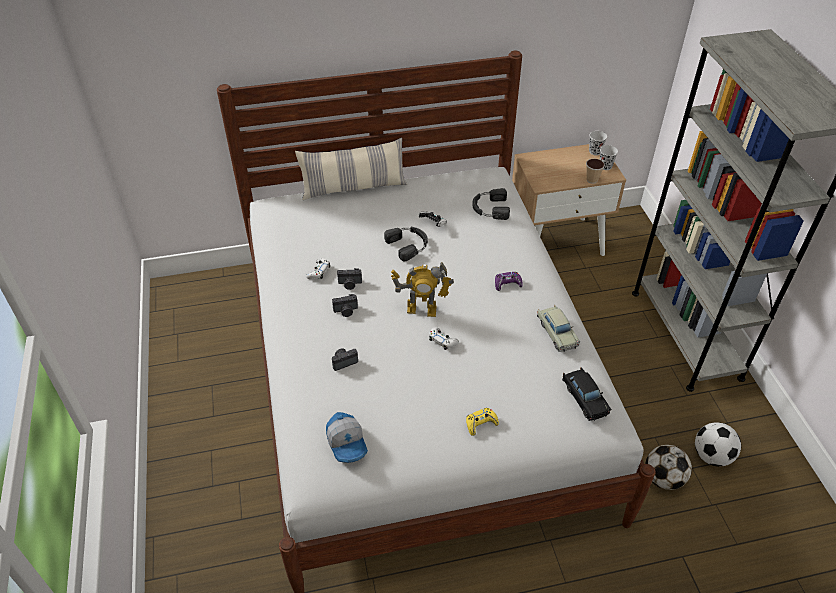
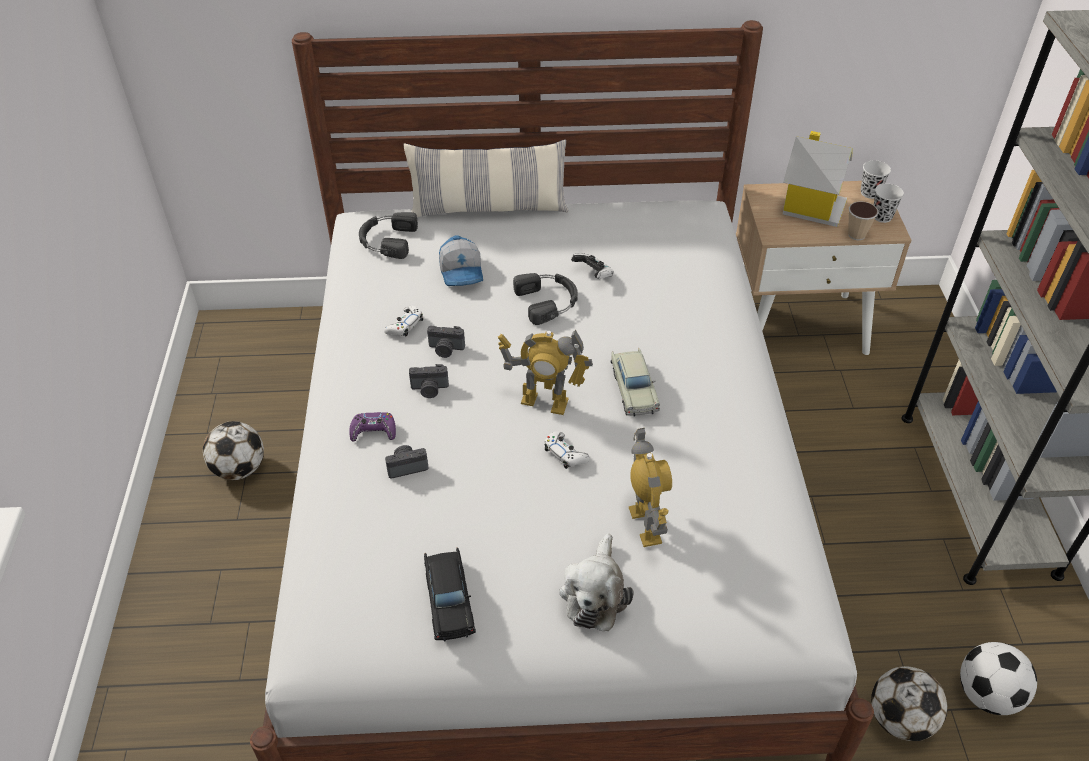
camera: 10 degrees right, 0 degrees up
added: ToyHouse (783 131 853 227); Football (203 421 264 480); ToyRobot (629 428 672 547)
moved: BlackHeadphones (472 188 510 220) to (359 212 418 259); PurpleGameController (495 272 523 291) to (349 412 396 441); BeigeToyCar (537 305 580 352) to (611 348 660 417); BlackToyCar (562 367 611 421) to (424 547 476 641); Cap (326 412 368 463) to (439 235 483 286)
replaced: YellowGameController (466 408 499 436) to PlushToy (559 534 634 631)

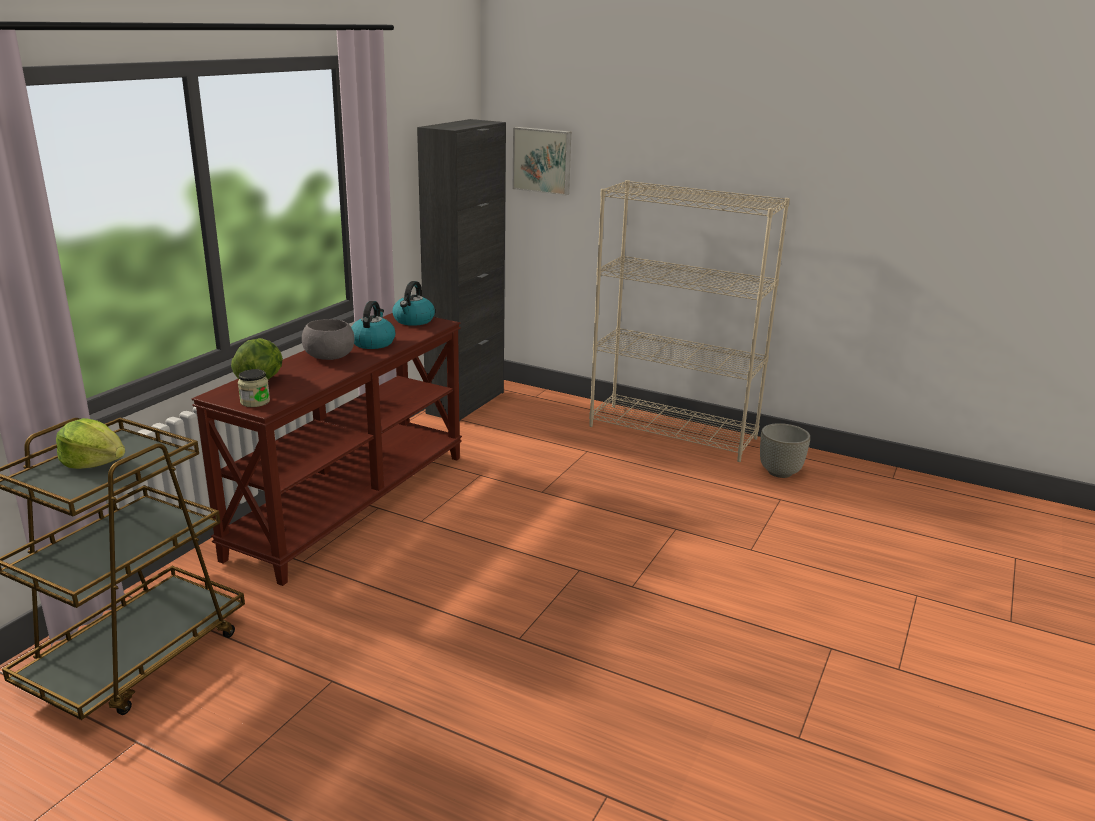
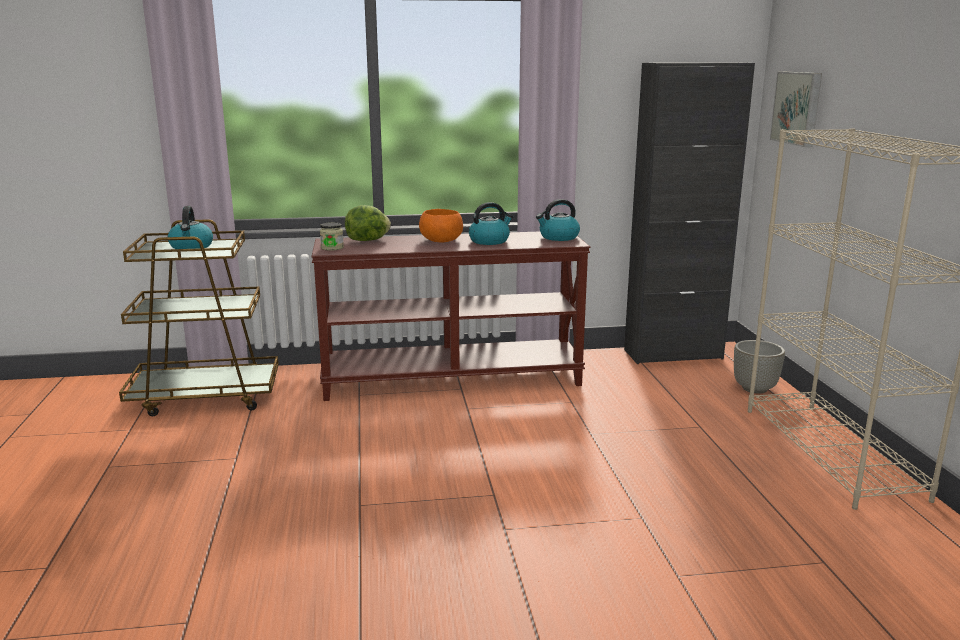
camera: 55 degrees right, 5 degrees down
moved: GreyPlanter (760 423 810 478) to (734 340 785 394)
replaced: Lettuce (56 418 125 469) to Kettle (168 206 213 249)
recoloured: GreyBowl (302 319 355 360) to OrangeBowl (419 209 463 242)

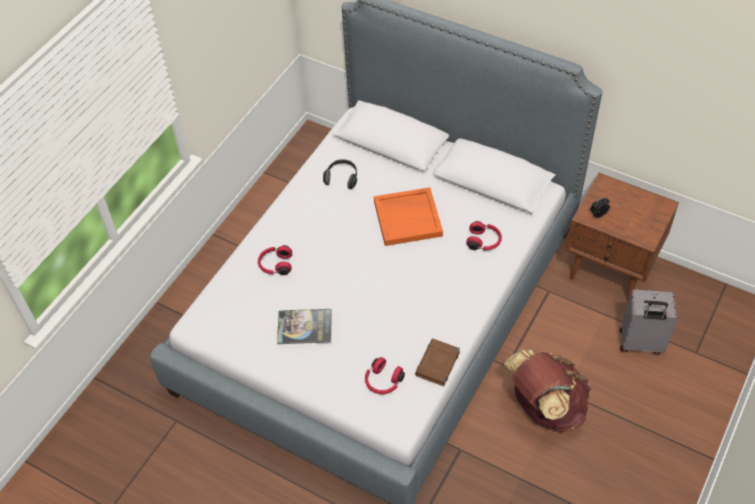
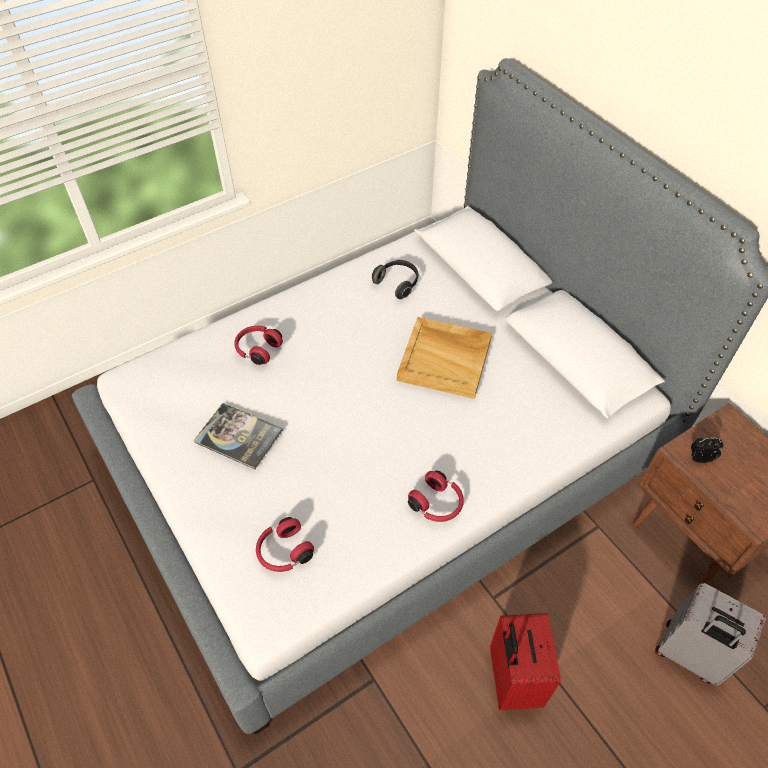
camera: 25 degrees right, 0 degrees up
removed: BrownBook (415 339 460 386)
moved: RedHeadphones (466 221 502 250) to (408 470 464 522)
replaced: BrownBackpack (504 350 591 432) to RedSuitcase (490 613 561 710)
recoloured: OrangeTray (374 187 443 246) to BeigeTray (397 317 492 399)

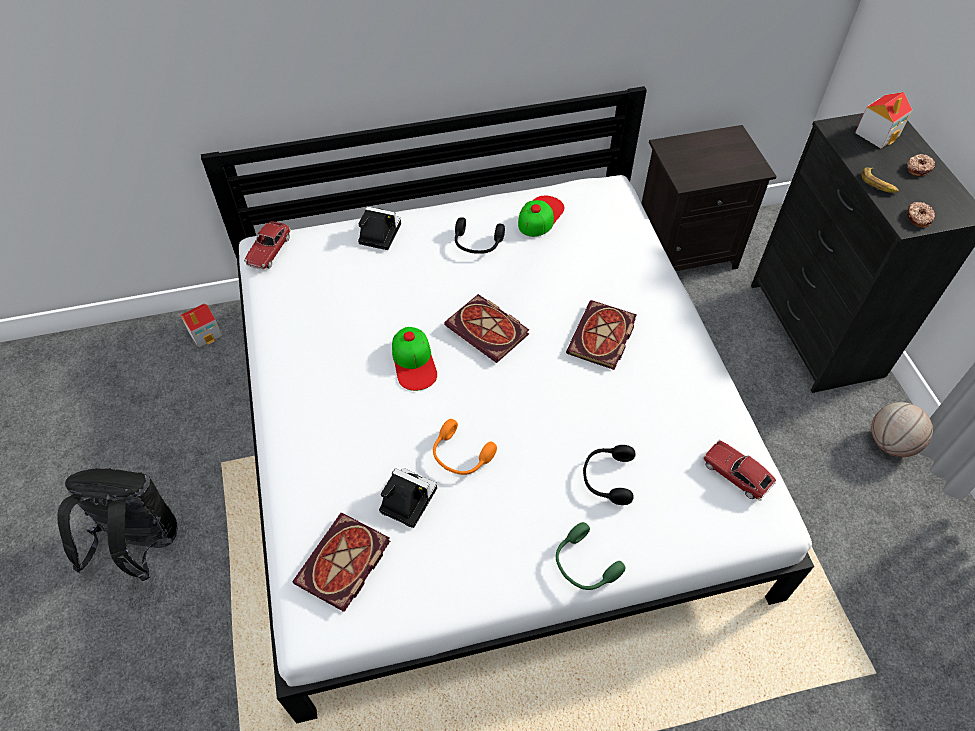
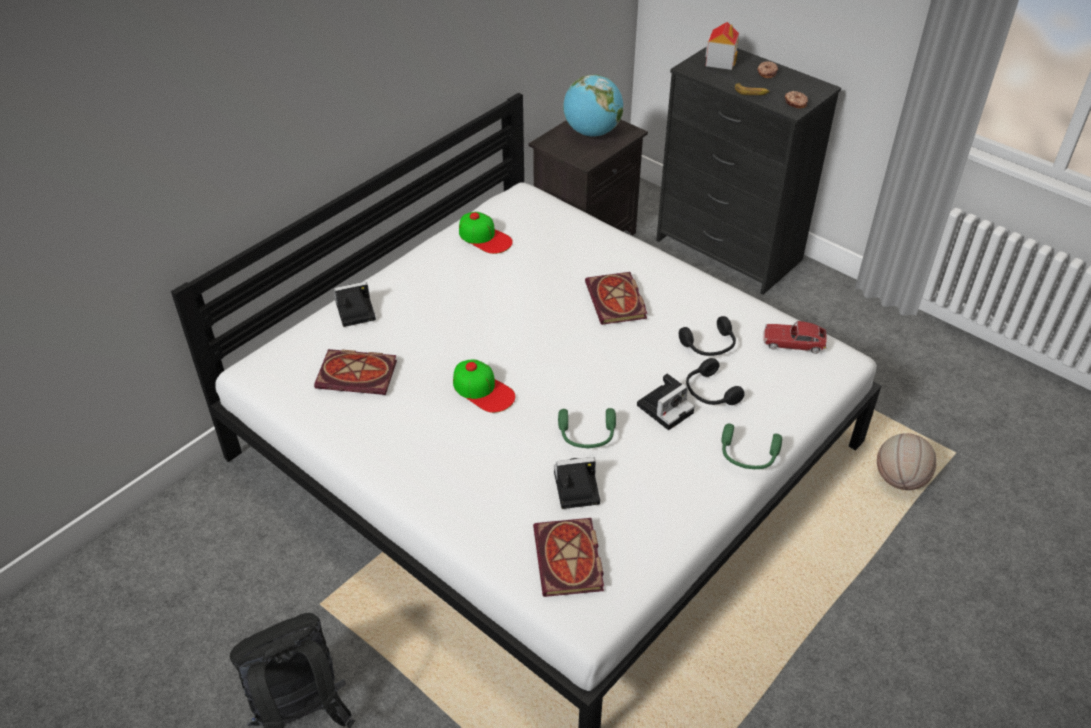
camera: 35 degrees left, 10 degrees down
removed: ToyCar (244 221 291 270); ToyHouse (180 303 222 348)
added: Globe (563 75 623 137); PhotoCamera (637 374 695 430)
moved: BlackHeadphones (455 217 505 254) to (679 316 736 356); Book (444 294 529 363) to (314 349 397 395); Basketball (871 402 933 457) to (877 433 937 490)
recoloured: OrangeHeadphones (433 419 497 475) to GreenHeadphones (558 408 616 448)
turned: Cap (518 196 564 237) = (459 212 513 254) 135 degrees clockwise

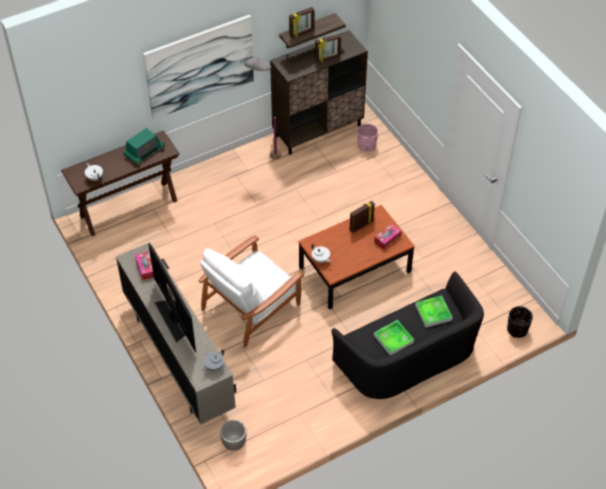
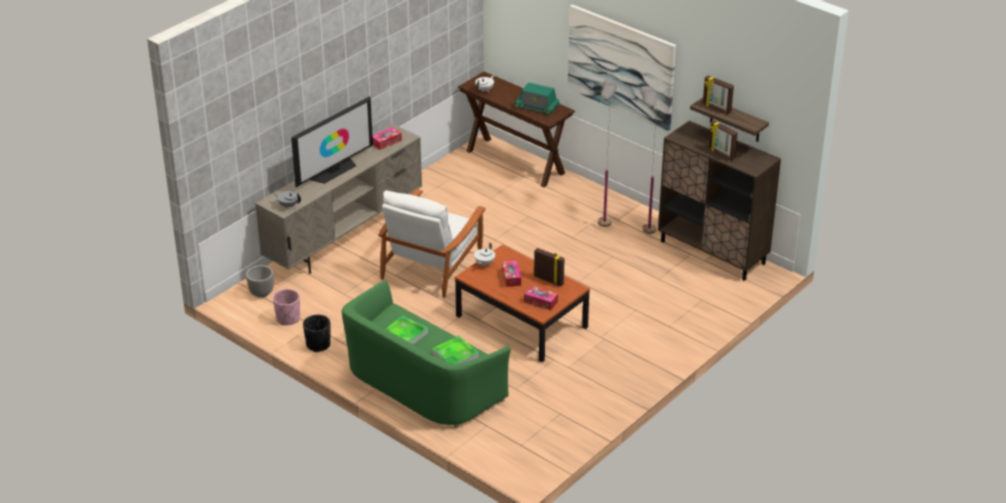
camera: 70 degrees right, 15 degrees down
added: GreyFloorLamp (598 79 617 227); TissueBox (502 260 521 287)
moved: PinkPlanter (357 123 378 152) to (273 289 300 325); BlackPlanter (507 306 533 338) to (303 315 330 352)
recoloured: BlackSofa (331 271 484 399) to GreenSofa (342 280 511 428)
turned: WhiteArmchair (198 236 304 348) = (378 189 485 298) 90 degrees counterclockwise

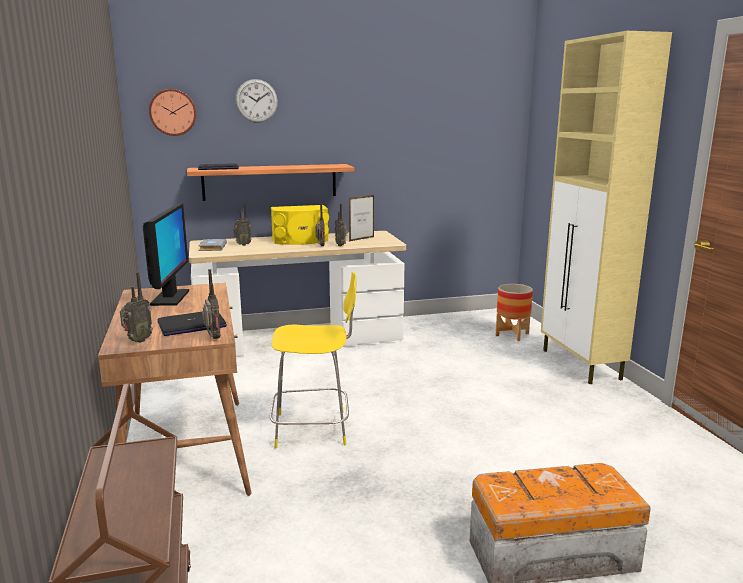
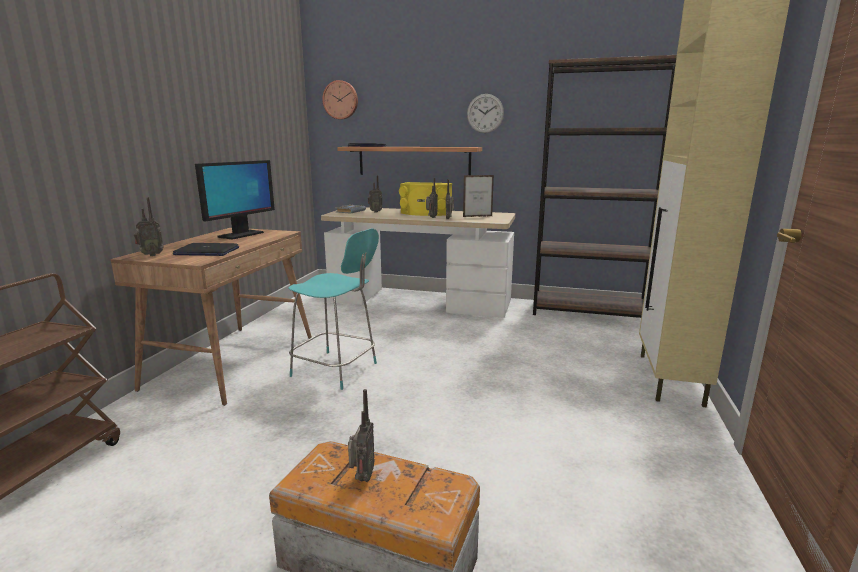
camera: 30 degrees right, 0 degrees up
removed: Planter (496 284 533 341)
added: BrownBookcase (533 55 677 318)
moved: WallClock (235 79 278 123) to (467 94 504 133); Radio (202 269 221 339) to (348 389 374 482)
recoloured: YellowChair (270 272 357 448) to TurquoiseChair (288 229 379 390)

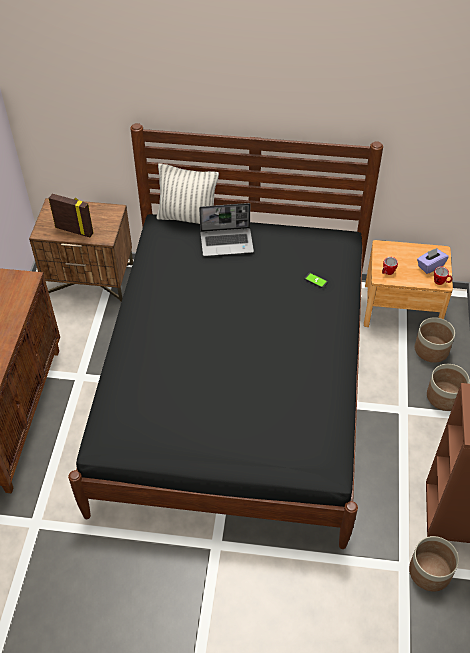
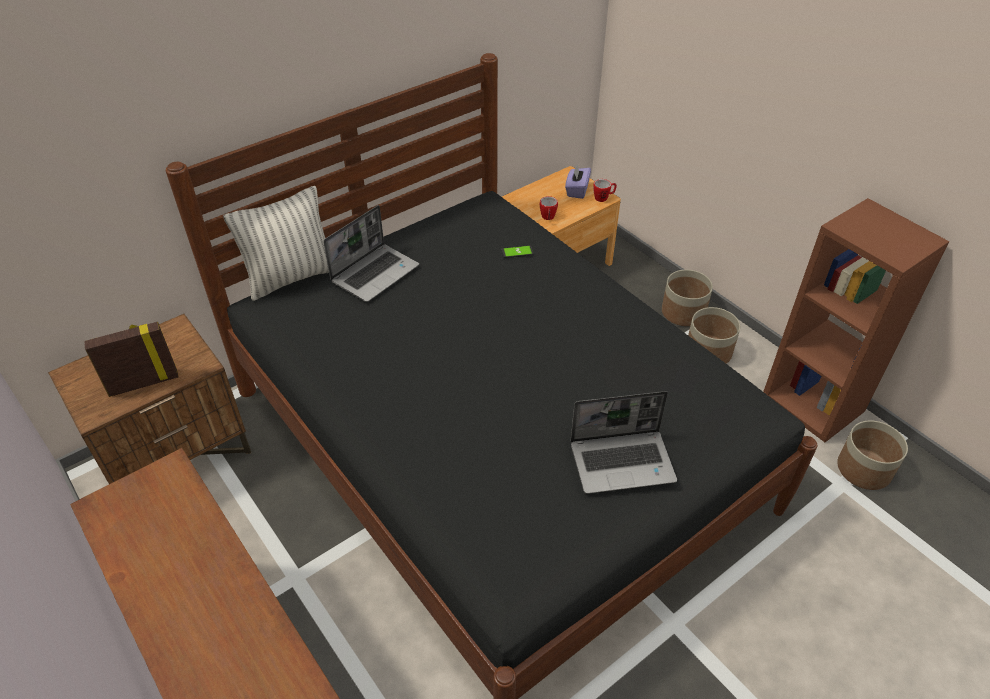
camera: 45 degrees left, 5 degrees down
added: Laptop (570 391 677 494)
moved: Planter (415 317 455 363) to (688 307 740 364)

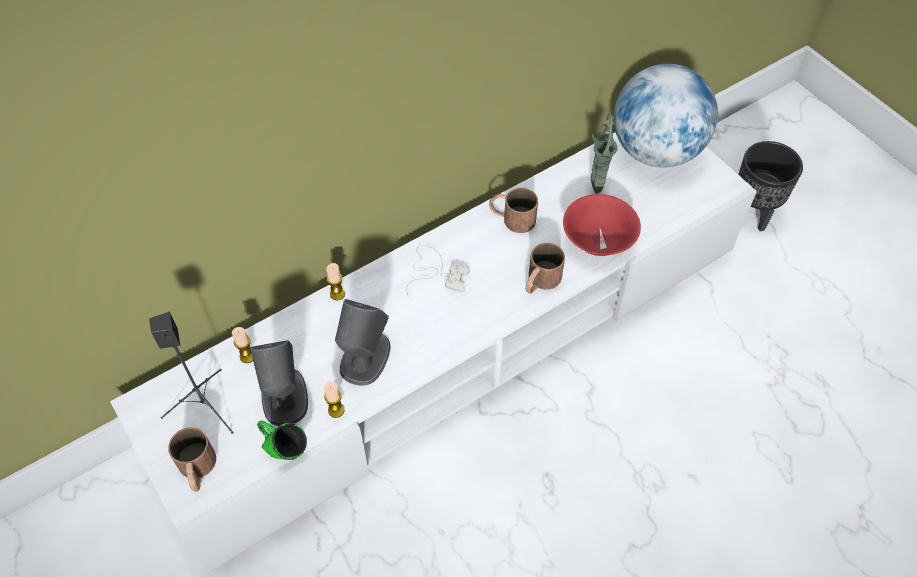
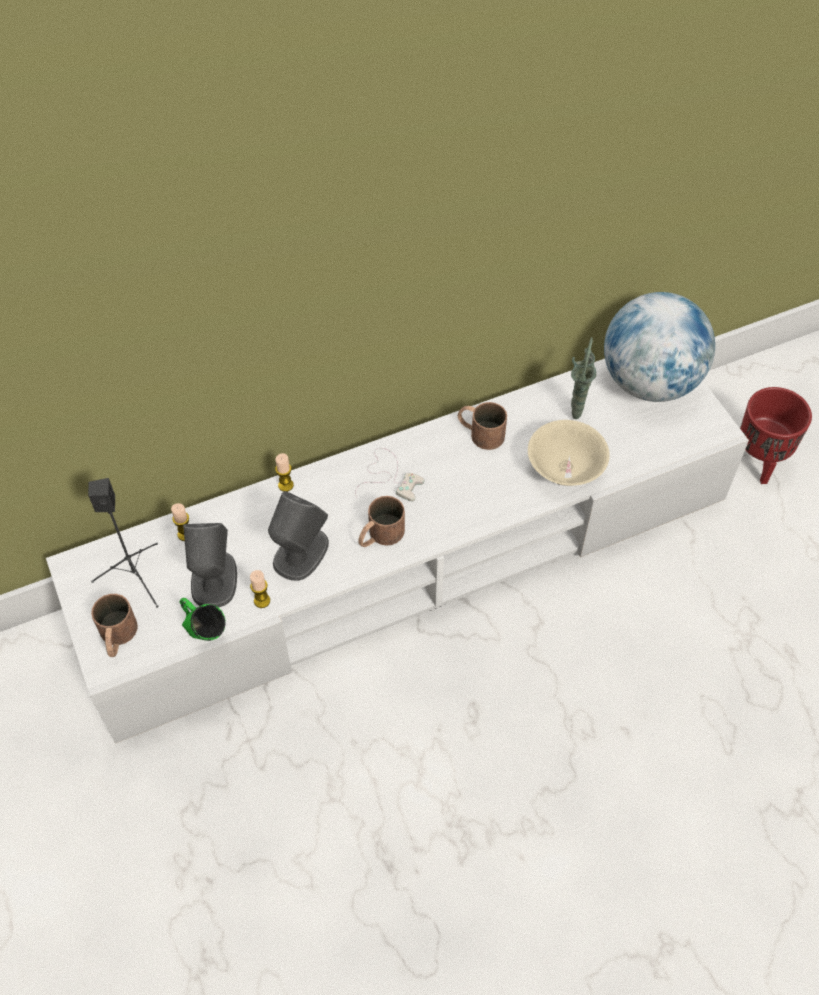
camera: 10 degrees right, 0 degrees up
moved: BrownMug (526 243 565 294) to (358 496 405 547)
recoloured: BlackPlanter (738 141 803 231) to RedPlanter (740 387 812 484); RedBowl (563 194 641 256) to BeigeBowl (528 420 610 486)

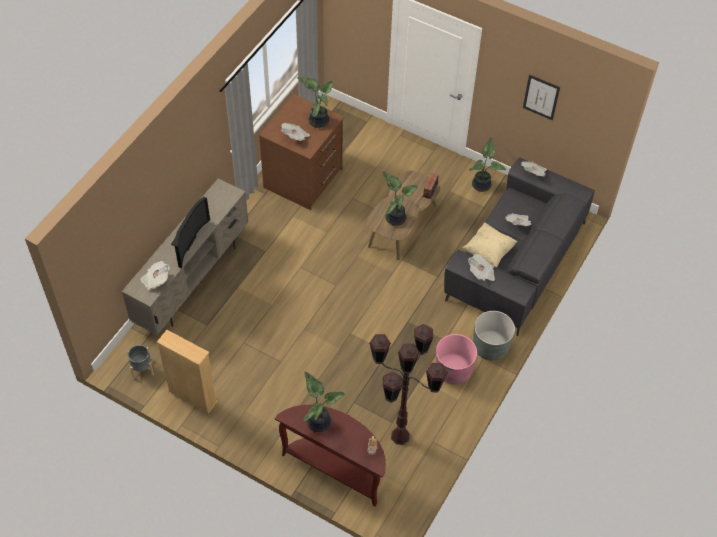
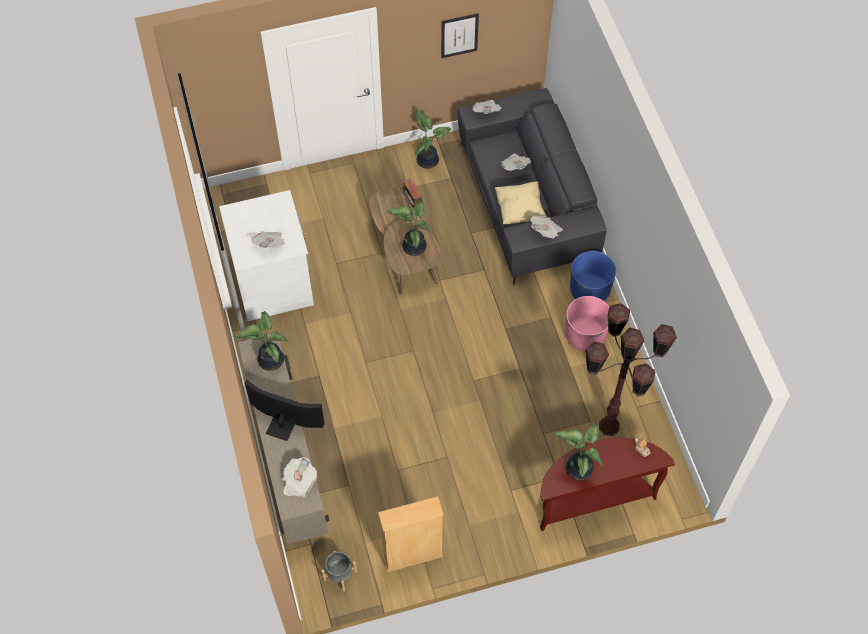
camera: 45 degrees left, 5 degrees up
moved: PottedPlant (297 77 334 128) to (234 311 289 371)
recoloured: BrownDresser (259 94 344 210) to WhiteDresser (219 190 314 321); GreyPlanter (473 311 515 360) to BluePlanter (570 251 616 301)
turned: Television (171 197 210 268) = (245 379 325 441) 45 degrees counterclockwise

